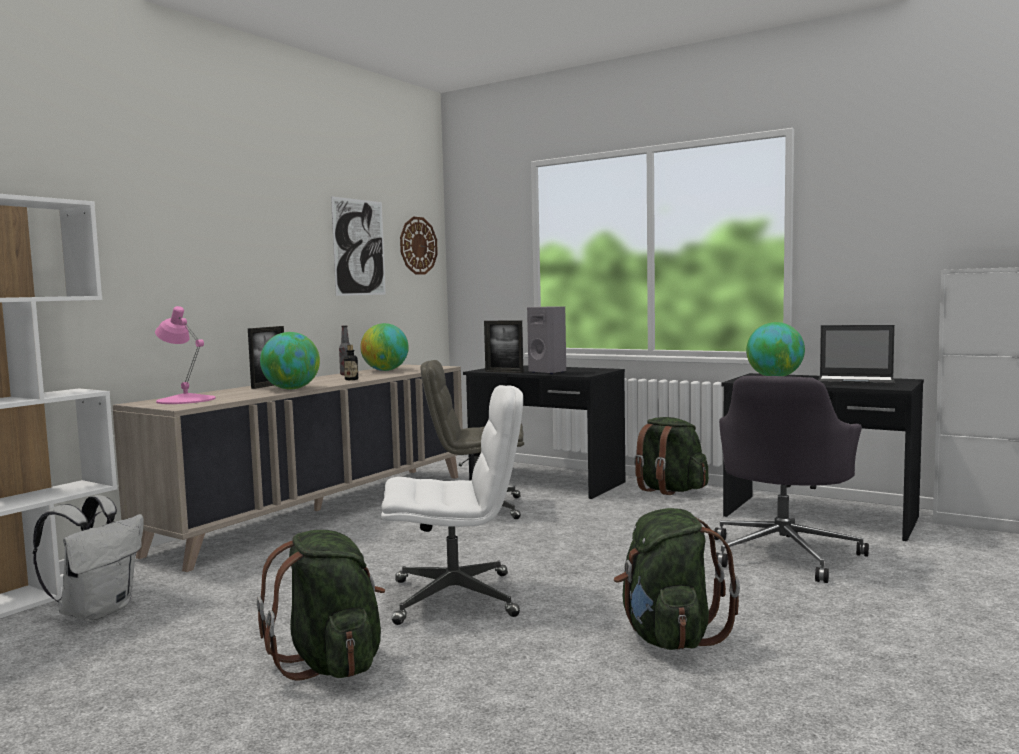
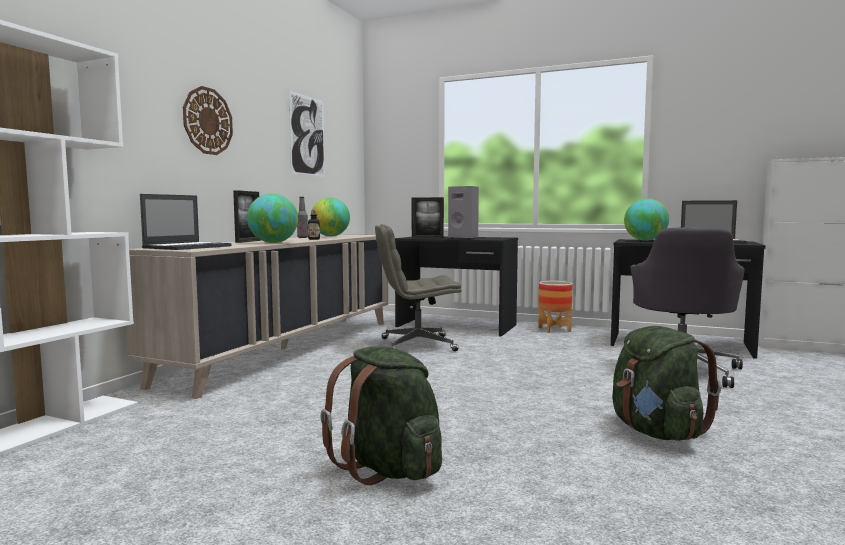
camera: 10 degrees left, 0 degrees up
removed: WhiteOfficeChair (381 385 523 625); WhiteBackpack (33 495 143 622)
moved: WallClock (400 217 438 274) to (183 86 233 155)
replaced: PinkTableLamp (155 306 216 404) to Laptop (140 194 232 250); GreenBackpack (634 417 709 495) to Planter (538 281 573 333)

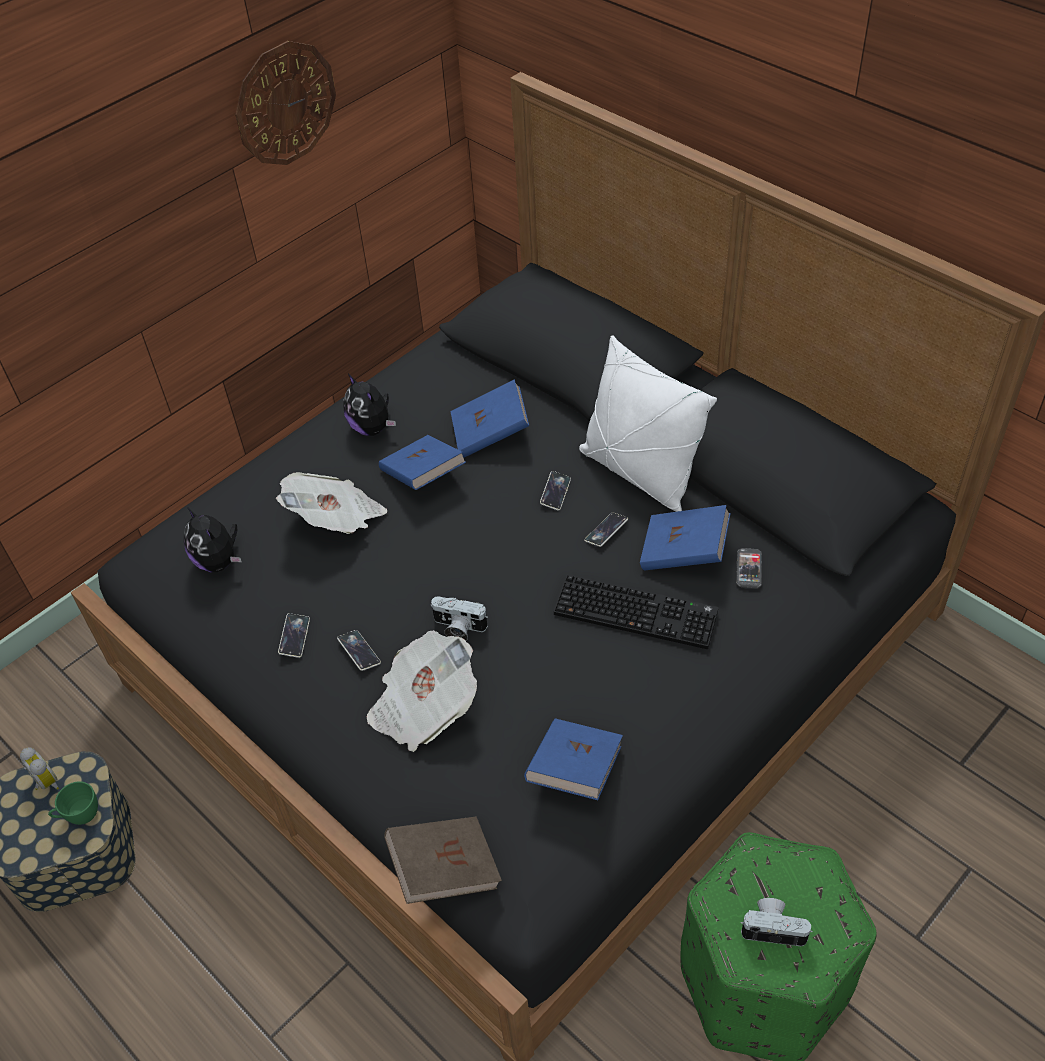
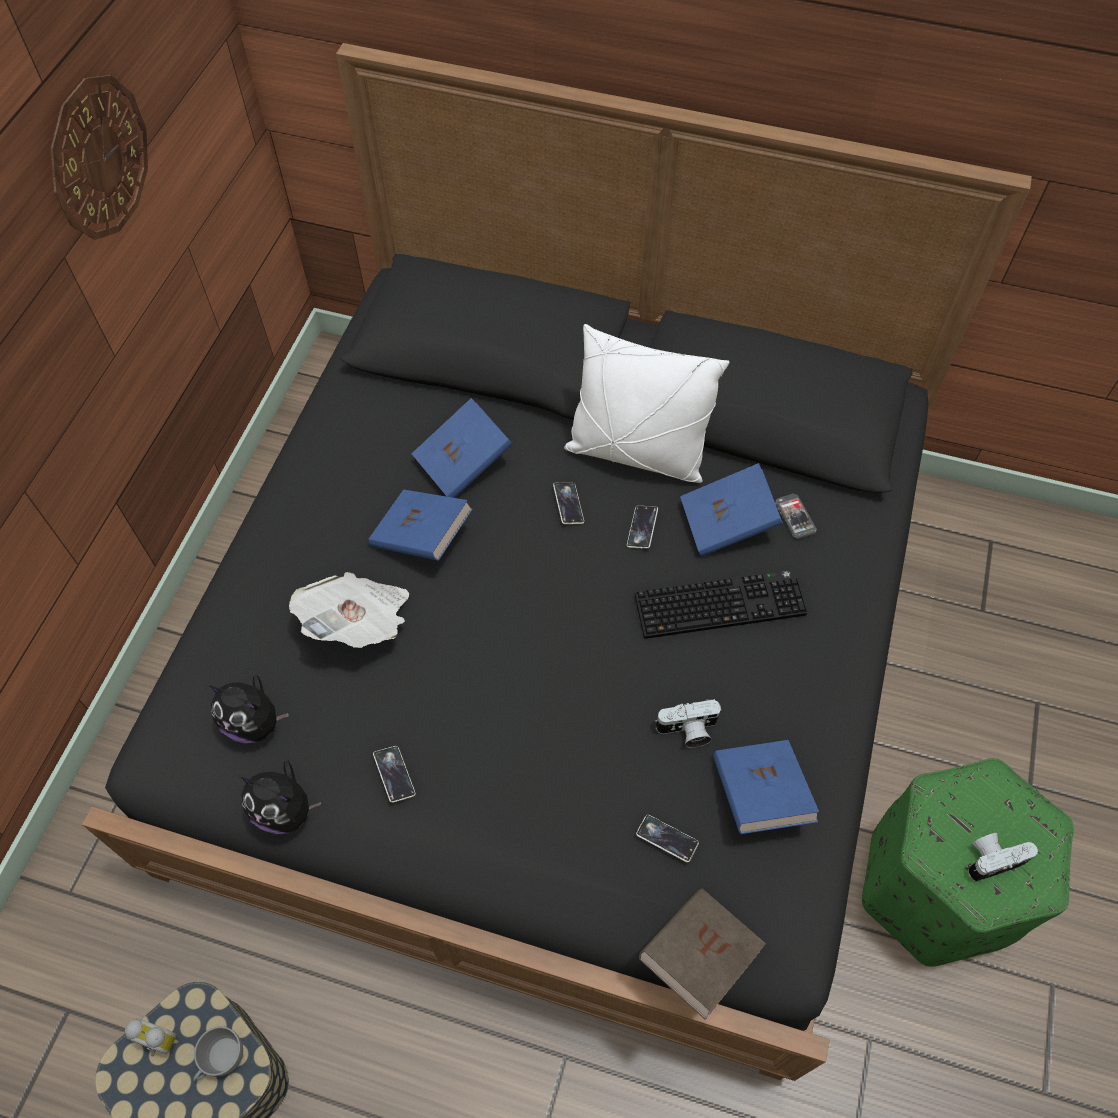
camera: 30 degrees left, 10 degrees up
removed: Newspaper (367 630 477 752)
moved: PlushToy (343 374 396 436) to (240 760 321 834); PhotoCamera (430 596 488 641) to (655 699 722 748); Phone (337 630 381 671) to (636 815 699 862)
recoloured: GreenCup (48 781 98 825) to GreyCup (193 1026 243 1082)

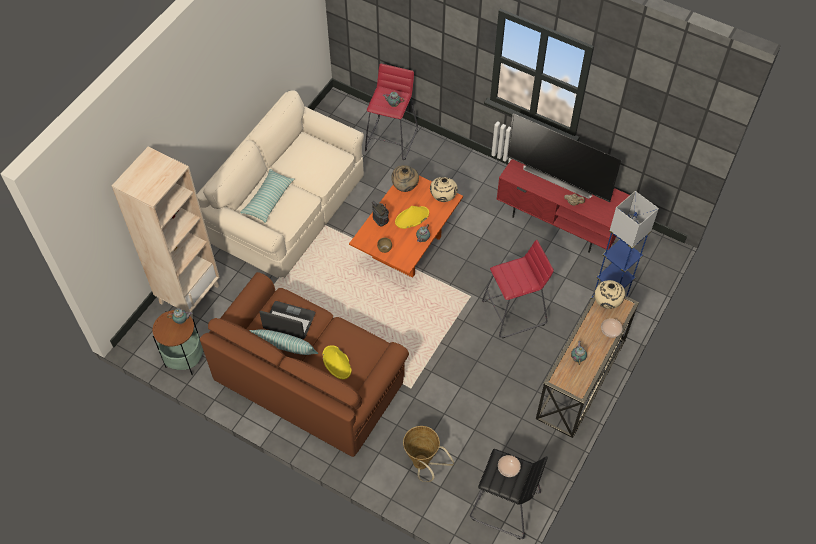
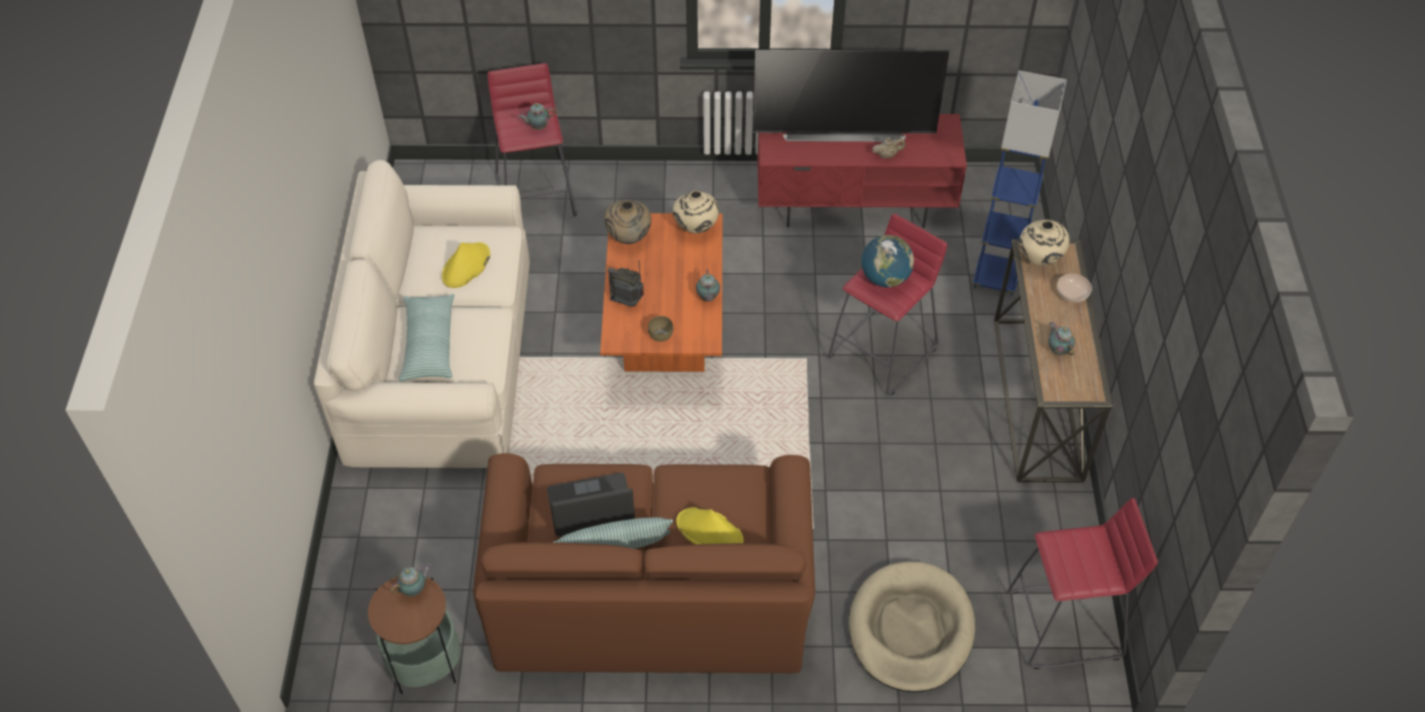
camera: 30 degrees left, 5 degrees down
removed: BeigeBookcase (112 146 220 319); Bowl (498 455 521 477)
added: Globe (861 235 914 287)
moved: YellowHat (395 206 429 229) to (442 242 490 288)
replaced: Basket (403 426 454 482) to BeigeDogBed (849 561 975 692)
recoloured: BlackStool (470 449 548 539) to RedStool (1008 498 1158 669)

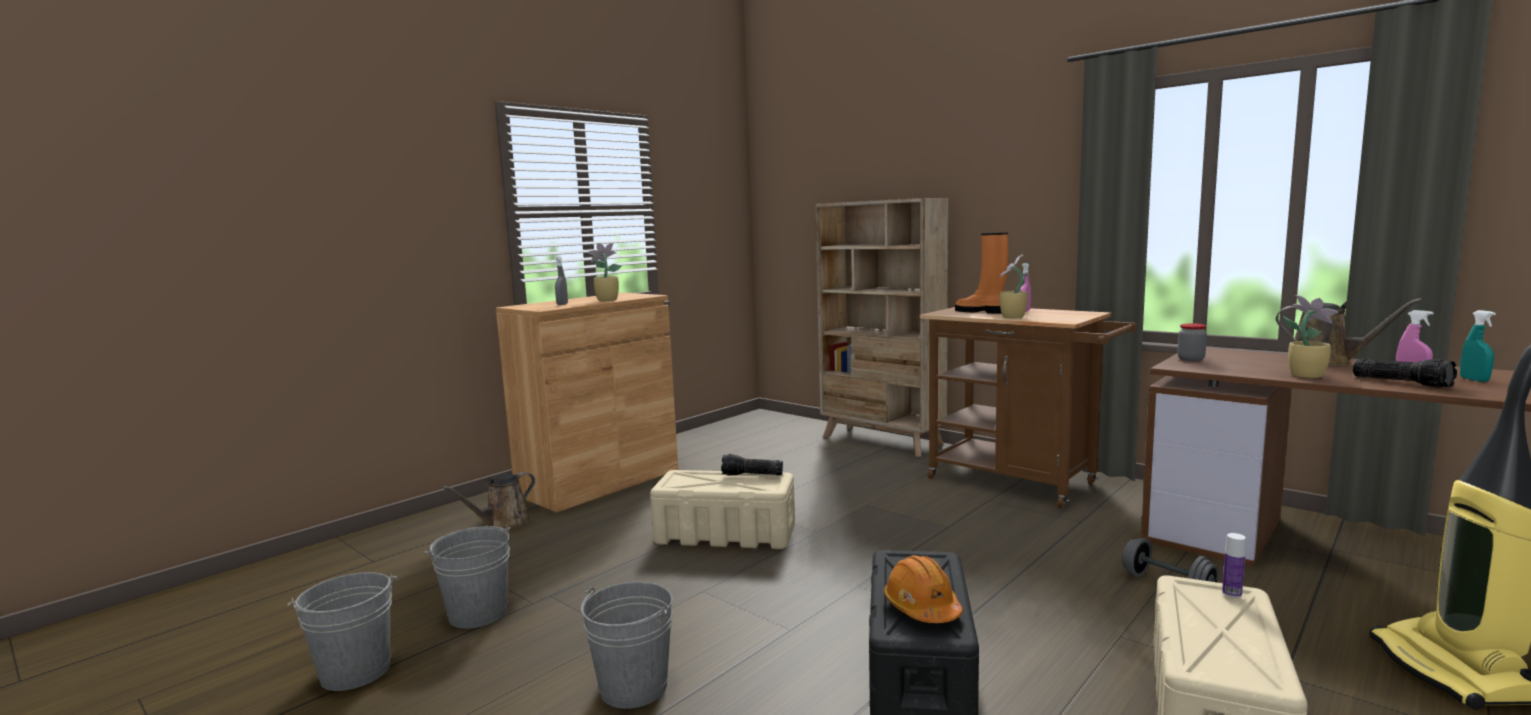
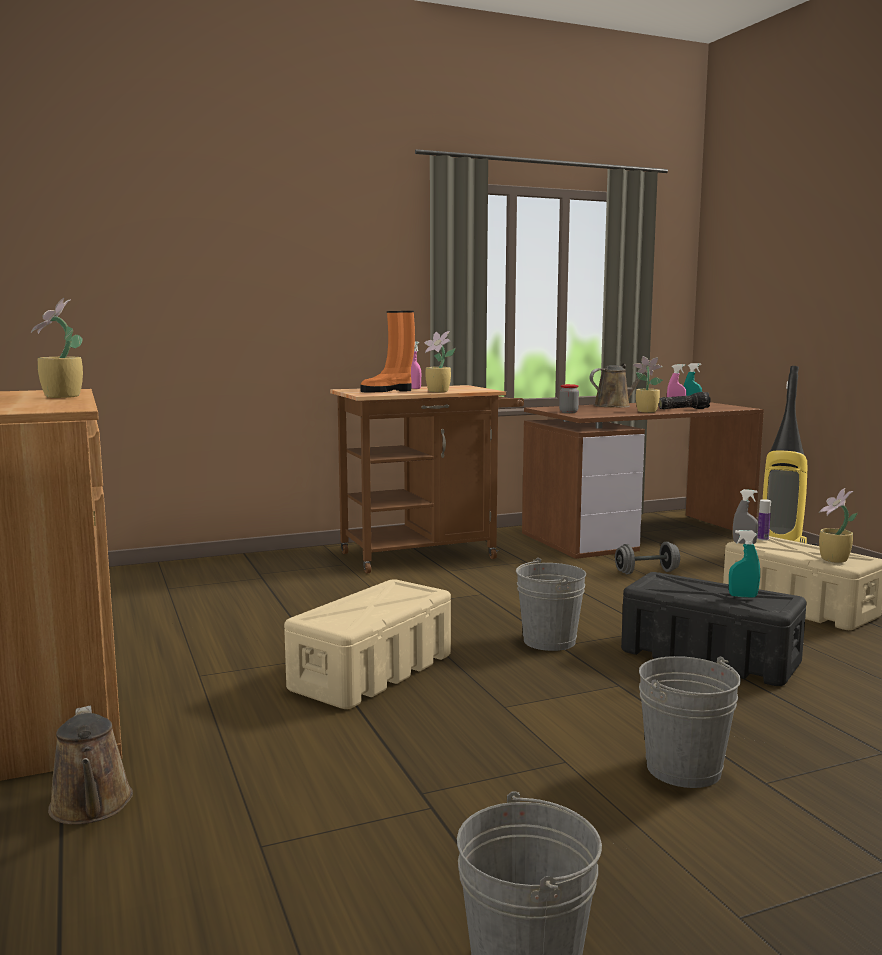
camera: 65 degrees left, 0 degrees up
removed: BeigeBookcase (815 198 948 457); Flashlight (721 454 783 476)
added: PottedPlant (819 488 858 563)
moved: GreySprayBottle (555 256 568 305) to (733 489 758 544); GreyBucket (424 526 510 629) to (516 558 586 651)
replaced: OrangeHardHat (884 555 963 623) to TurquoiseSprayBottle (729 530 760 597)

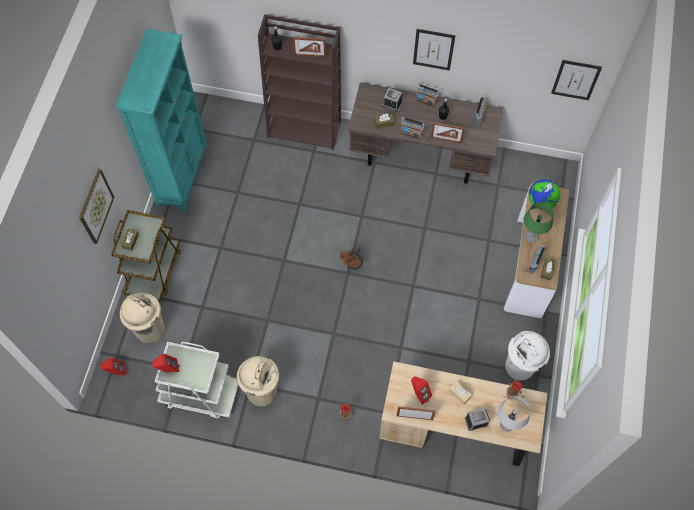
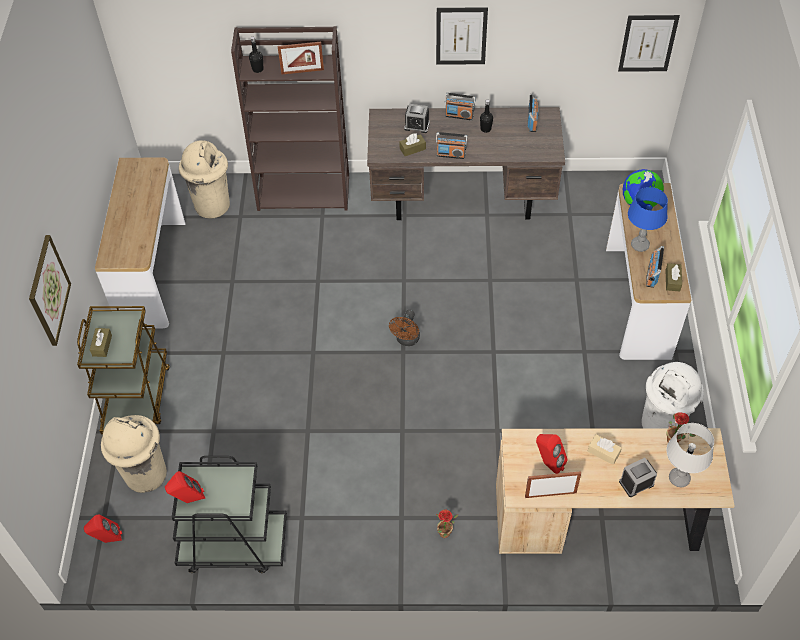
camera: 10 degrees left, 10 degrees down
removed: PictureFrame (431 122 465 143)
moved: BeigeTrashCan (237 356 279 407) to (179 140 230 219)
replaced: TurquoiseBookcase (116 29 208 211) to ConsoleTable (95 157 185 328)
recoloured: GreenTableLamp (523 202 554 243) to BlueTableLamp (628 187 668 252); WhiteCart (155 342 238 419) to BlackCart (172 456 287 573)

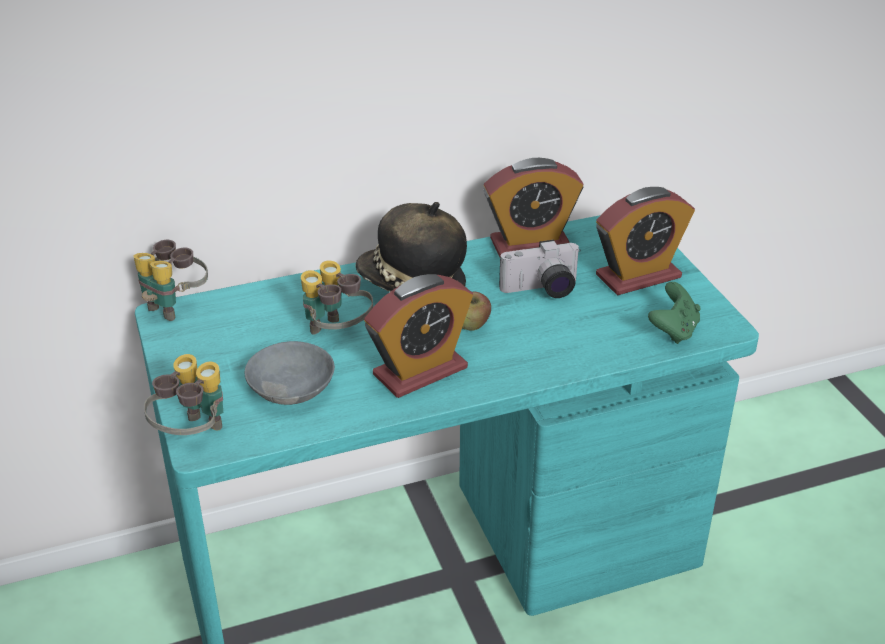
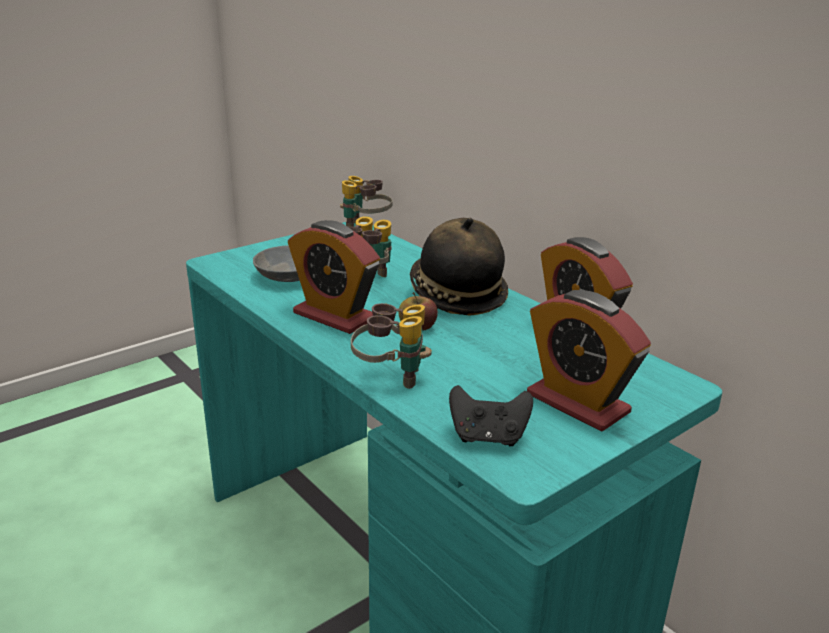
camera: 70 degrees right, 10 degrees down
removed: PhotoCamera (499 240 581 298)
moved: Binoculars (144 354 223 435) to (351 303 432 389)
recoloured: GreenGameController (648 282 701 344) to BlackGameController (449 385 533 446)

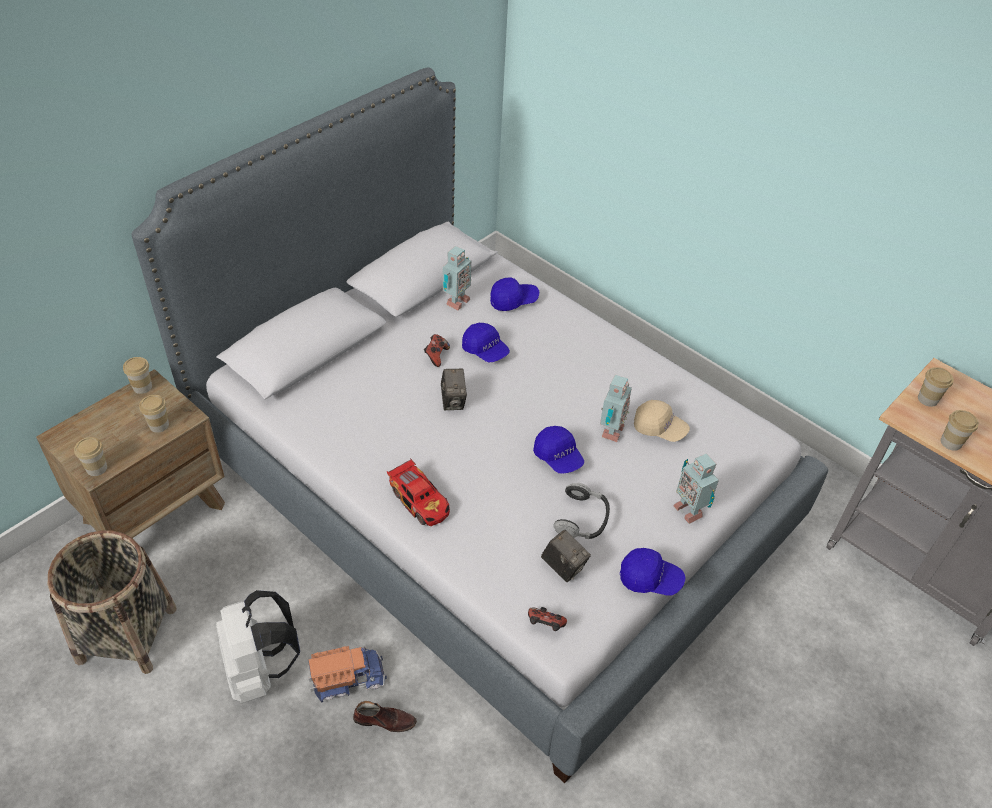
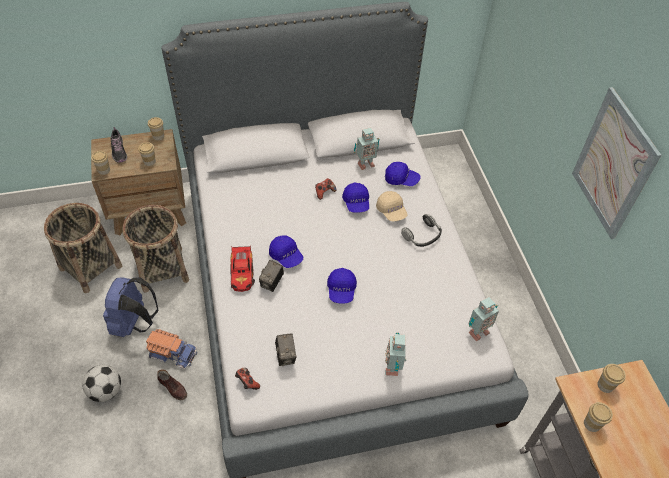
camera: 35 degrees right, 5 degrees up
added: Picture (572 87 661 239); Shoe (111 127 127 163); Basket (123 205 189 293); Football (82 365 121 402)
moved: PhotoCamera (441 369 467 410) to (259 260 284 292); ToyRobot (600 375 632 442) to (468 297 499 341); BeigeCap (634 400 690 442) to (376 191 408 221); Headphones (553 483 610 539) to (401 214 442 247); BlueCap (620 548 685 595) to (269 235 303 268)
recoloured: WhiteBackpack (216 590 300 703) to BlueBackpack (103 277 158 337)

